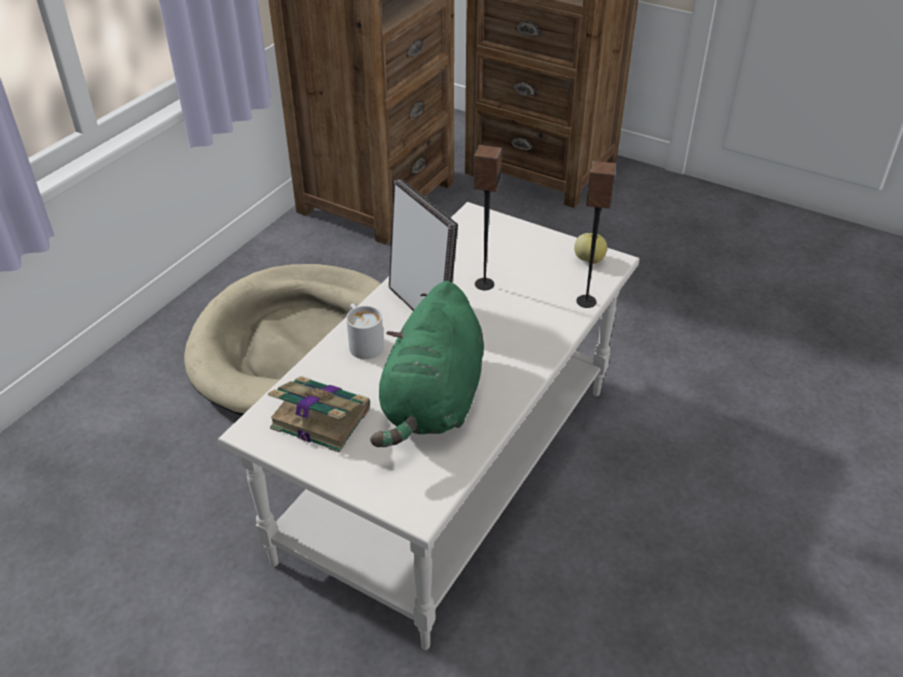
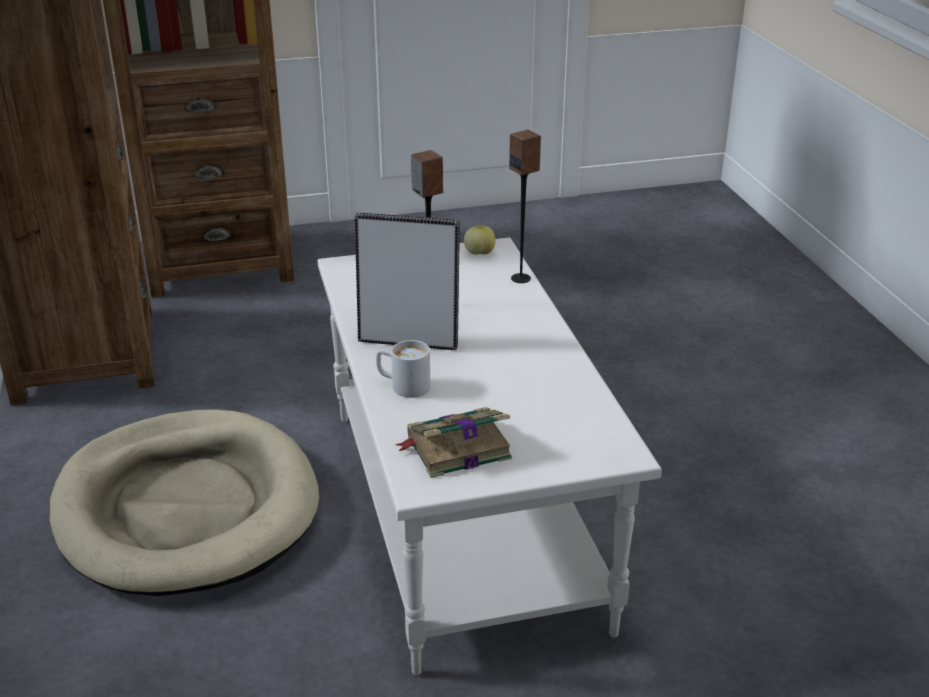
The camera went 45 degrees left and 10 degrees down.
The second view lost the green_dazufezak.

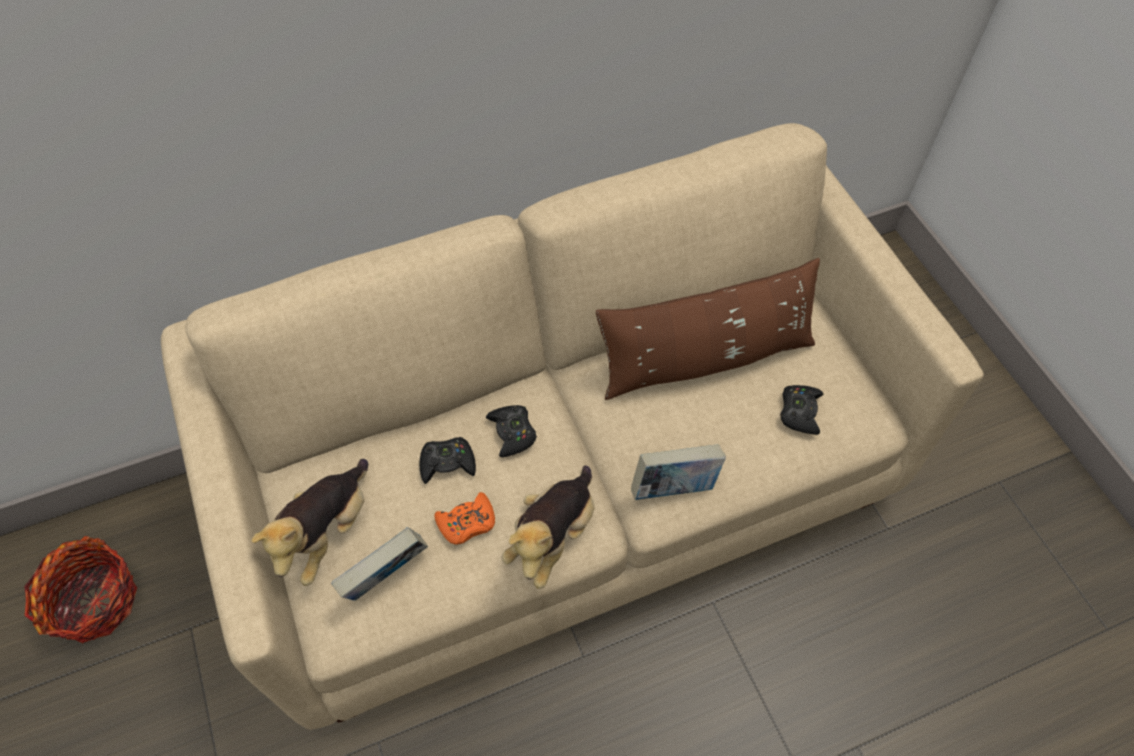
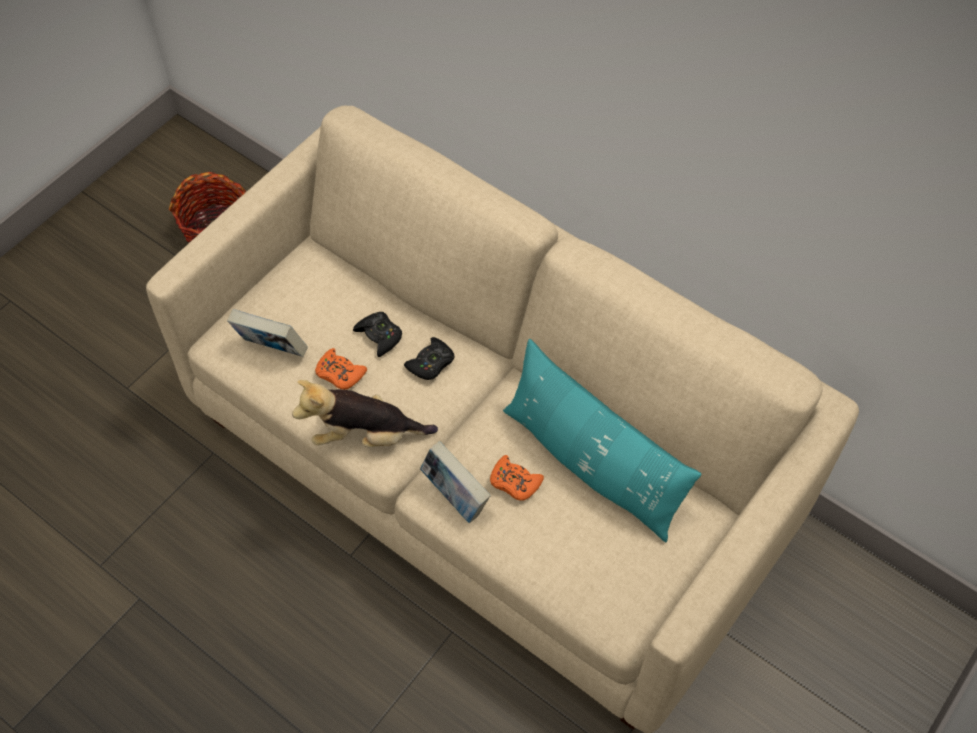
The camera went 60 degrees right and 0 degrees up.
The second view gained the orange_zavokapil (2nd from left).
What was the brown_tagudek turned into the turquoise_tagudek.
The second view lost the dazufezak (1st from left).
The second view lost the black_zavokapil (3rd from left).

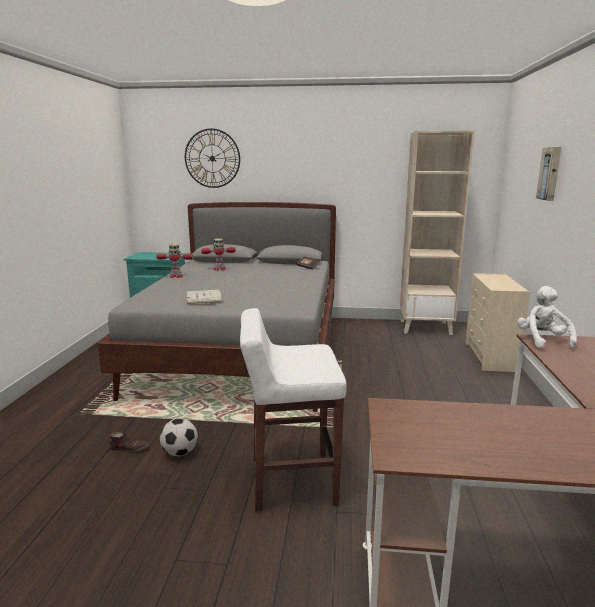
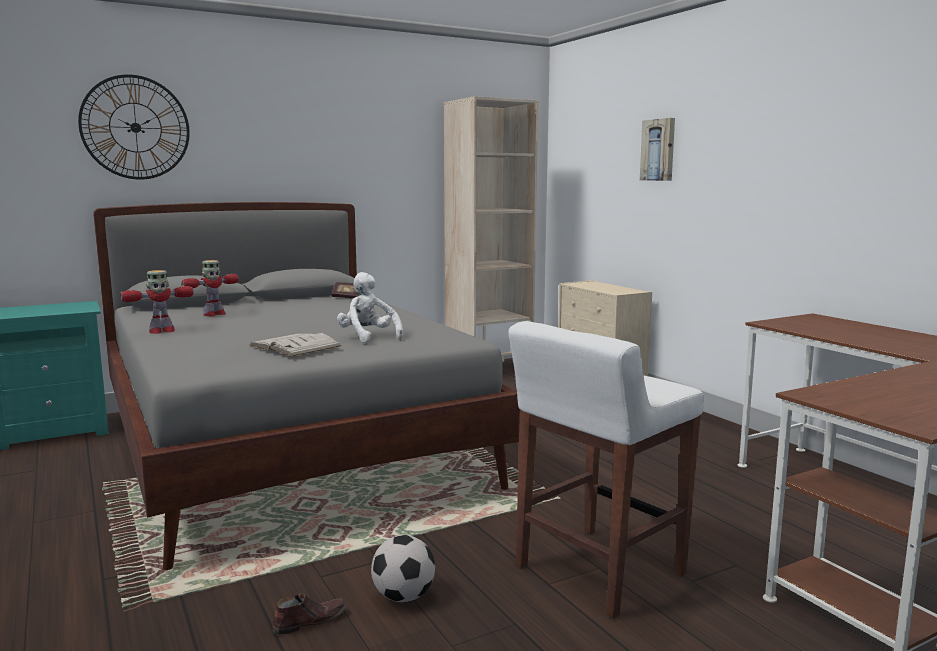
The camera went 35 degrees left and 5 degrees down.
The white_dazufezak ended up elsewhere.

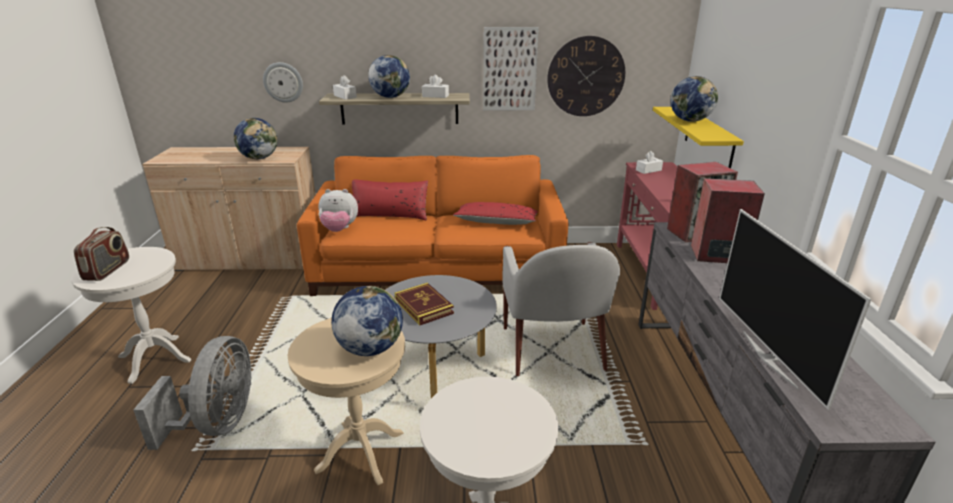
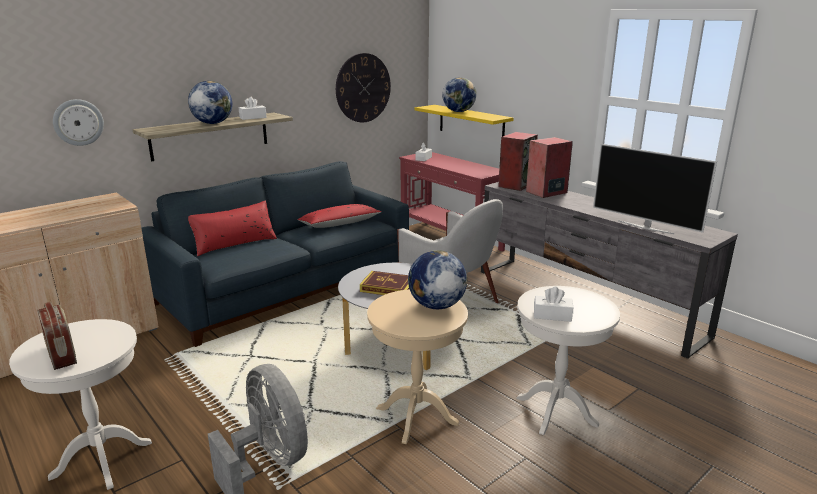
The camera went 40 degrees left and 5 degrees down.
What was the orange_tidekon turned into the blue_tidekon.
The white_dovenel (1st from left in the first image) ended up elsewhere.
The second view lost the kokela (1st from left).
The second view lost the dazufezak.
The second view lost the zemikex.

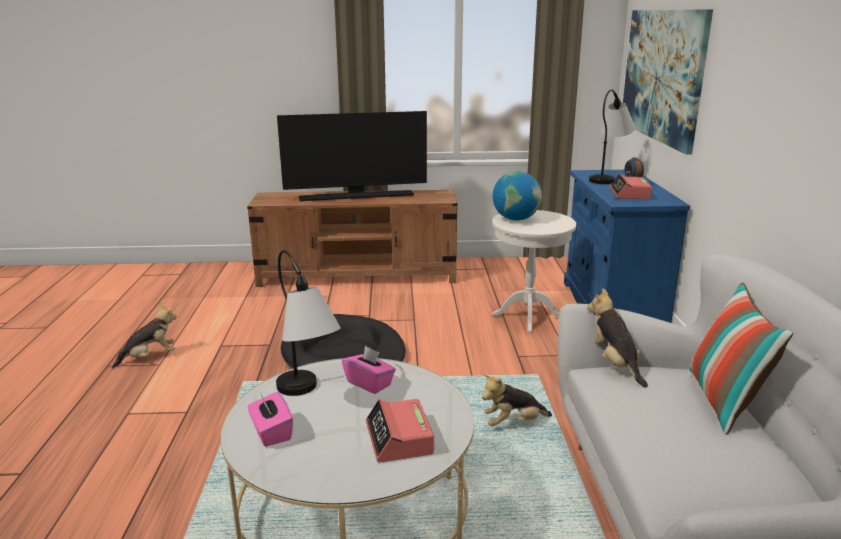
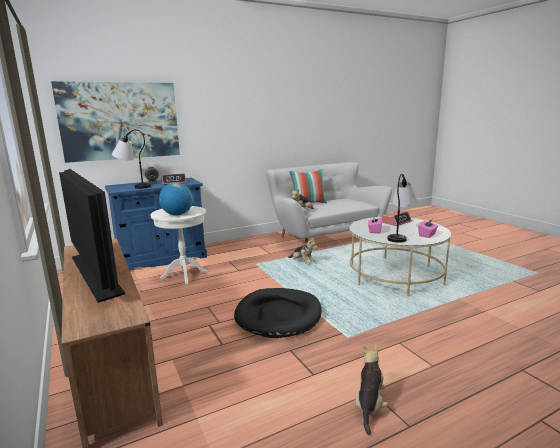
The camera went 115 degrees left and 5 degrees down.
The dazufezak (1st from left in the first image) ended up facing another way, 75 degrees clockwise from before.

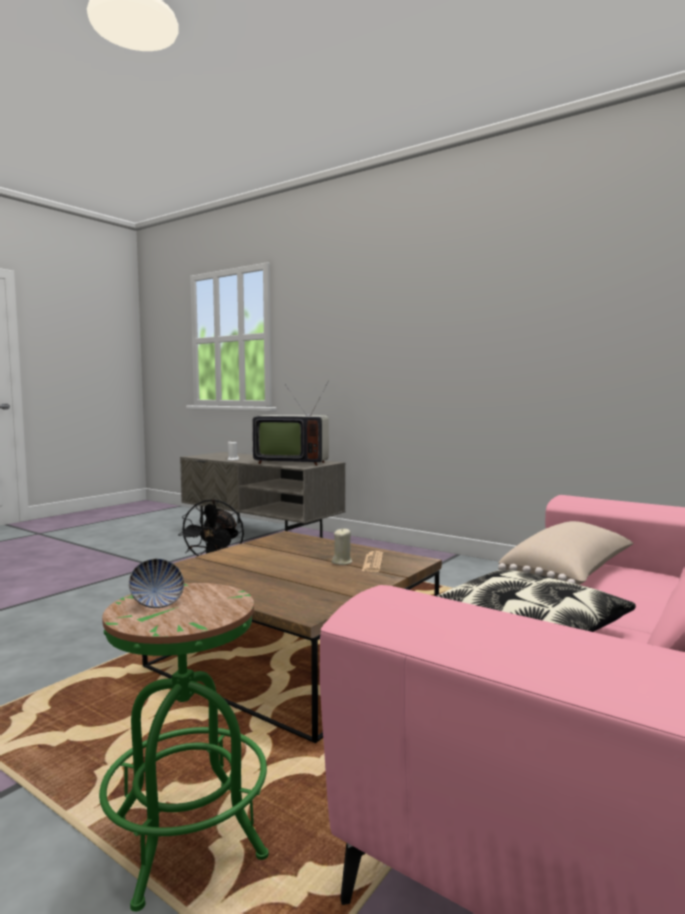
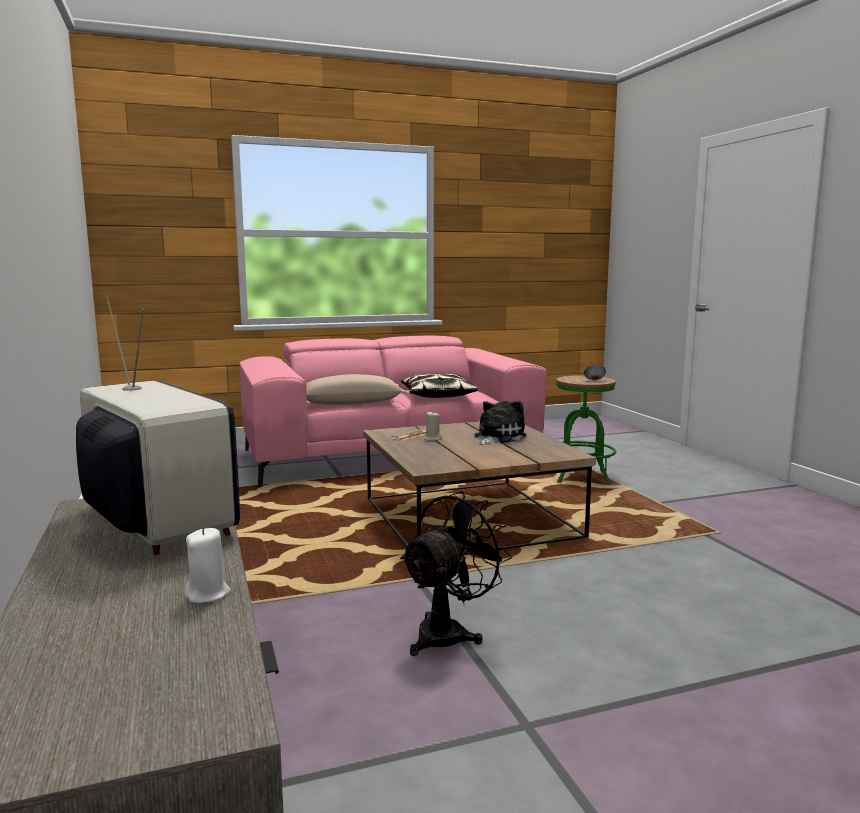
The camera went 145 degrees left and 5 degrees up.
The second view gained the dazufezak.

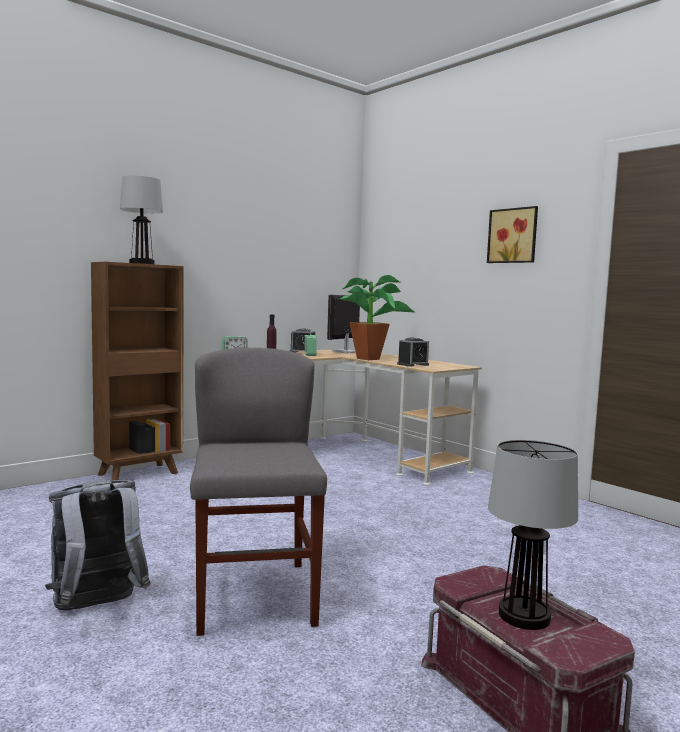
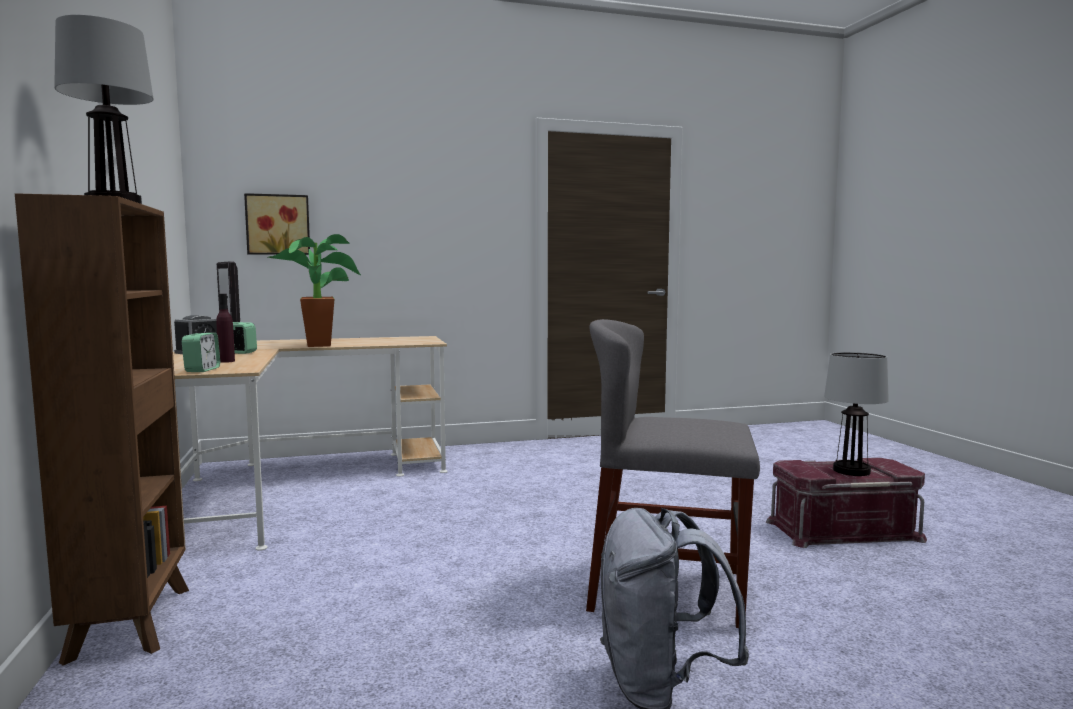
The camera went 65 degrees left and 0 degrees up.
The zemikex ended up elsewhere.
The second view lost the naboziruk (4th from left).

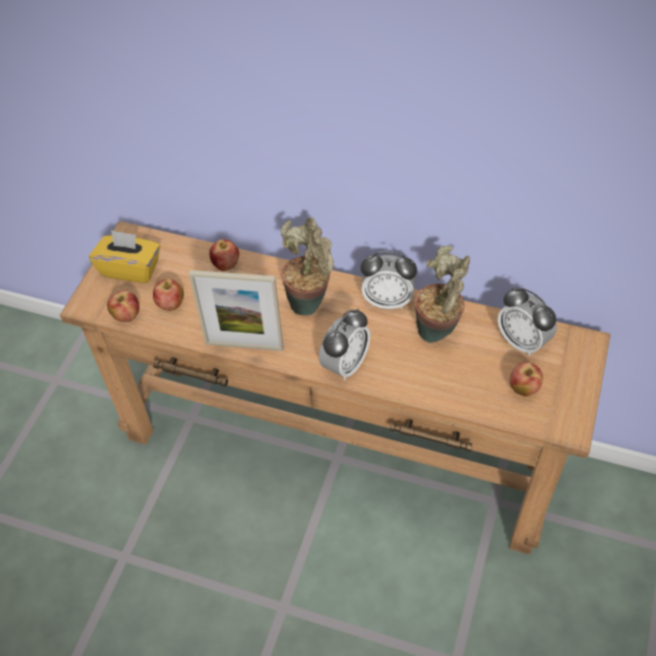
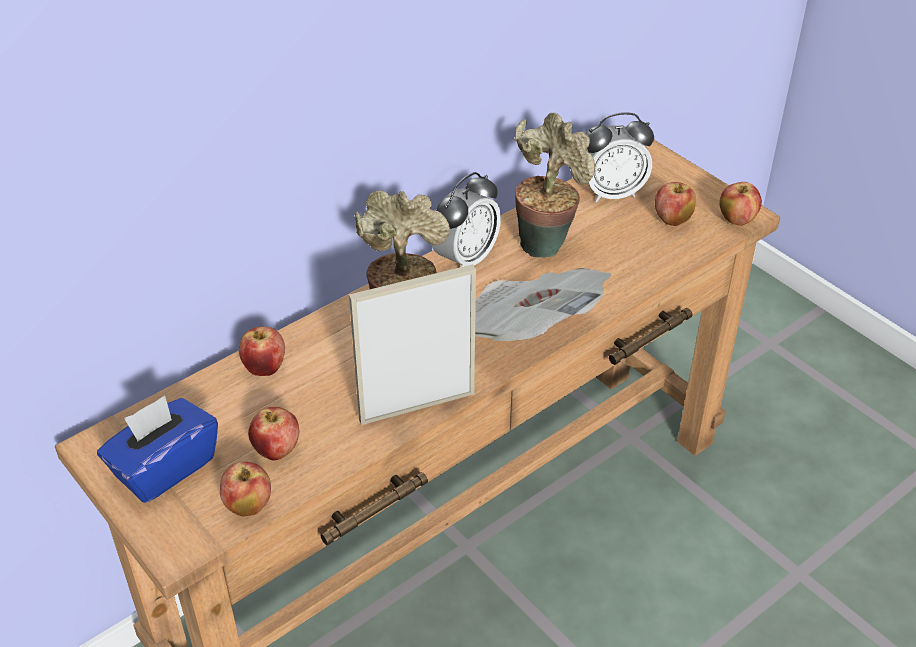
The camera went 60 degrees left and 10 degrees down.
What was the yellow_dovenel turned into the blue_dovenel.
The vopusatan ended up facing another way, 150 degrees counterclockwise from before.
Where the naboziruk (1st from left) stood, the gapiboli came to stand.
The second view gained the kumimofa (5th from left).

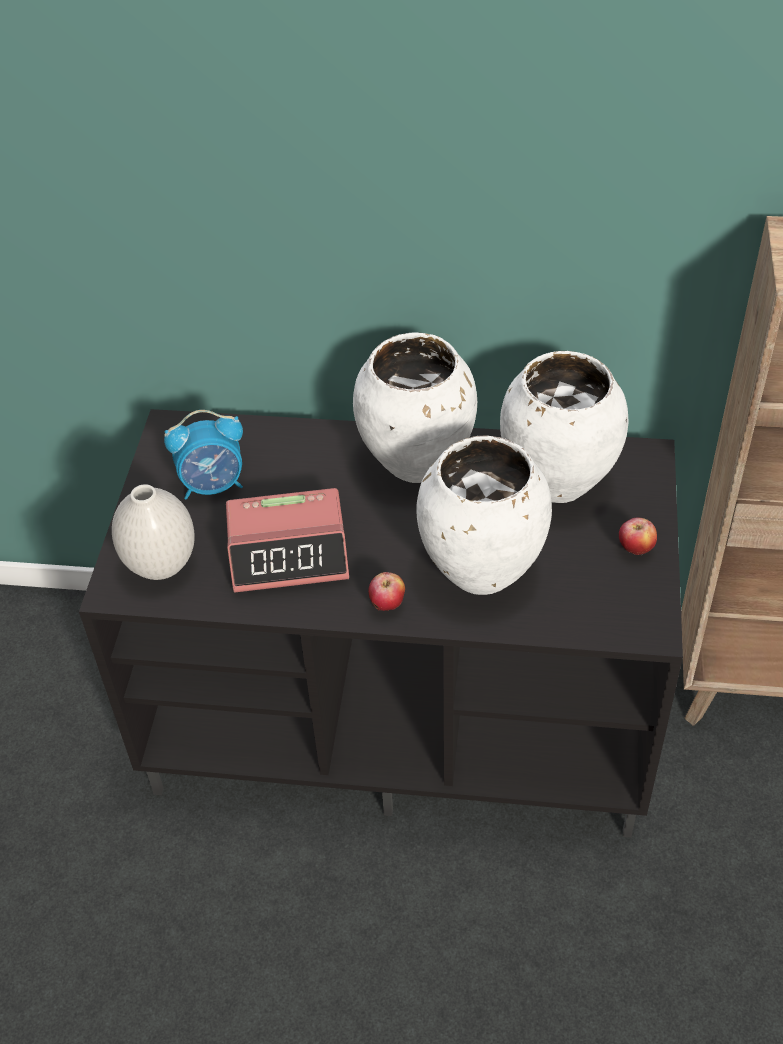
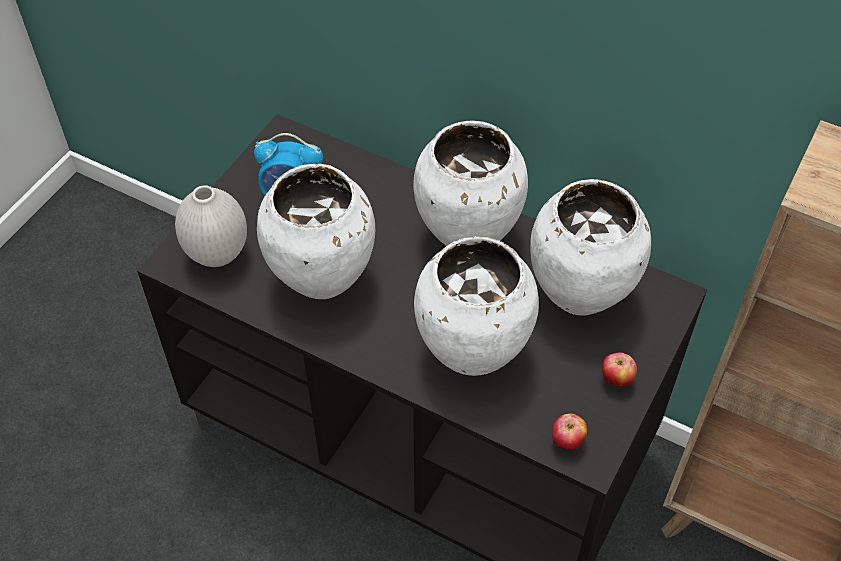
The camera went 20 degrees right and 5 degrees up.
Where the naboziruk (2nd from left) stood, the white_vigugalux (2nd from left) came to stand.
The kumimofa (1st from left) ended up elsewhere.

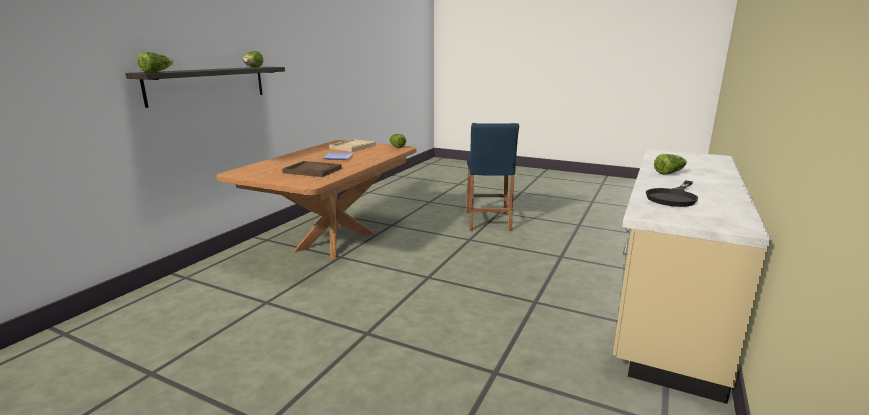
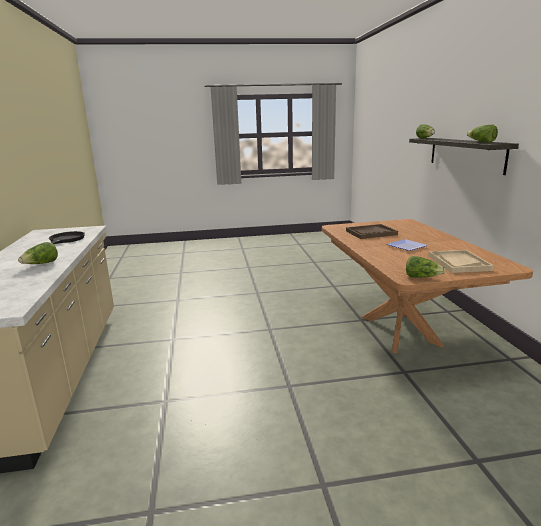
The camera went 145 degrees right and 0 degrees up.
The second view lost the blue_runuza.

